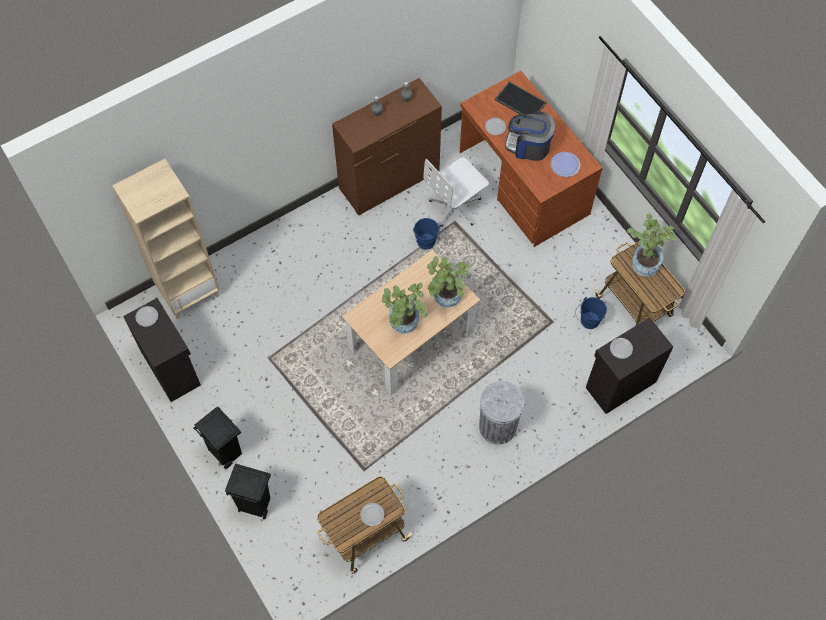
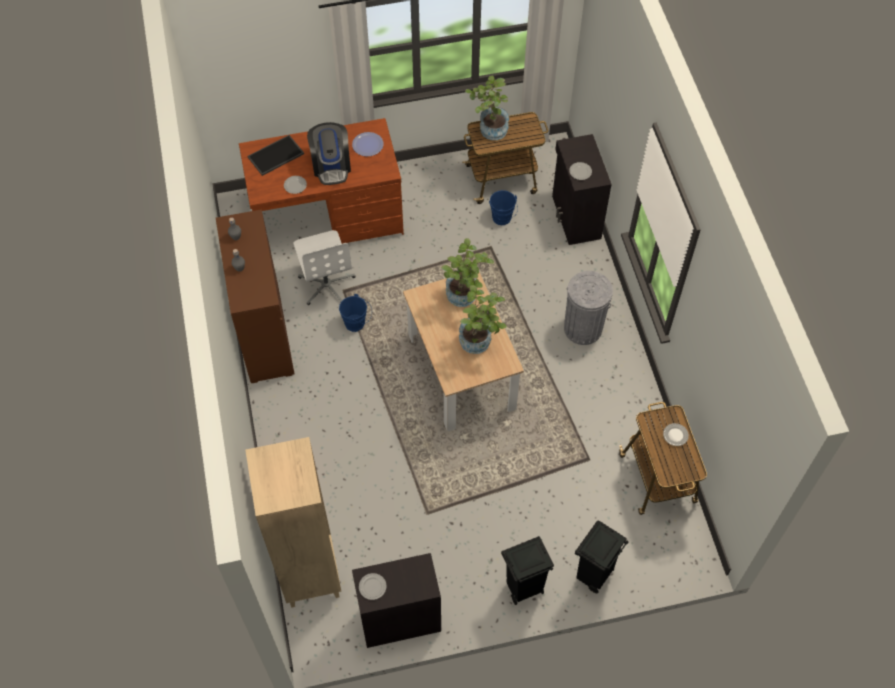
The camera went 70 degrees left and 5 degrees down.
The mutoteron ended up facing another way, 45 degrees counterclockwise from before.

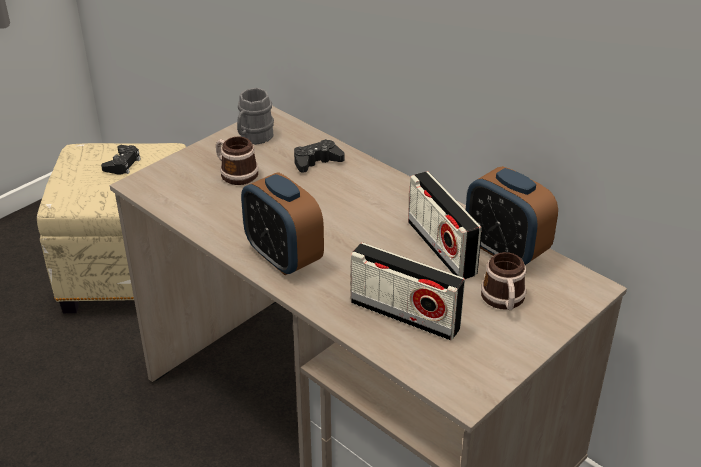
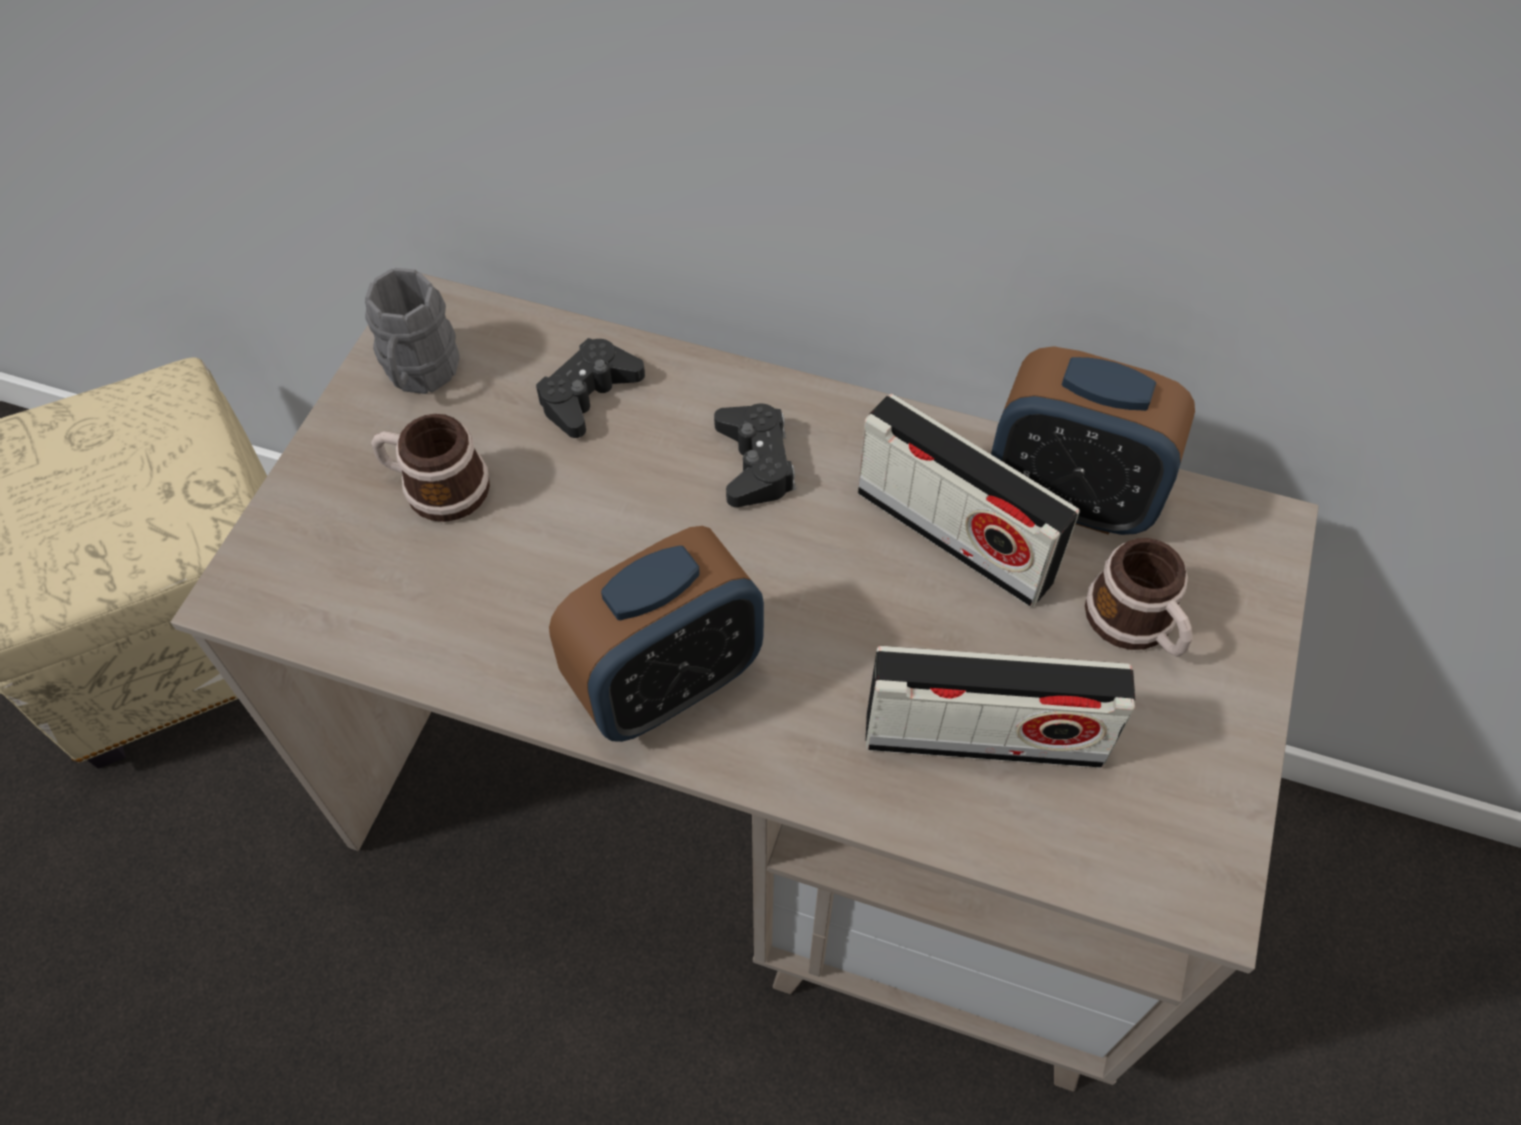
The camera went 25 degrees left and 20 degrees up.
The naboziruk (1st from left) ended up facing another way, 60 degrees counterclockwise from before.
The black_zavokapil (1st from left in the first image) ended up elsewhere.

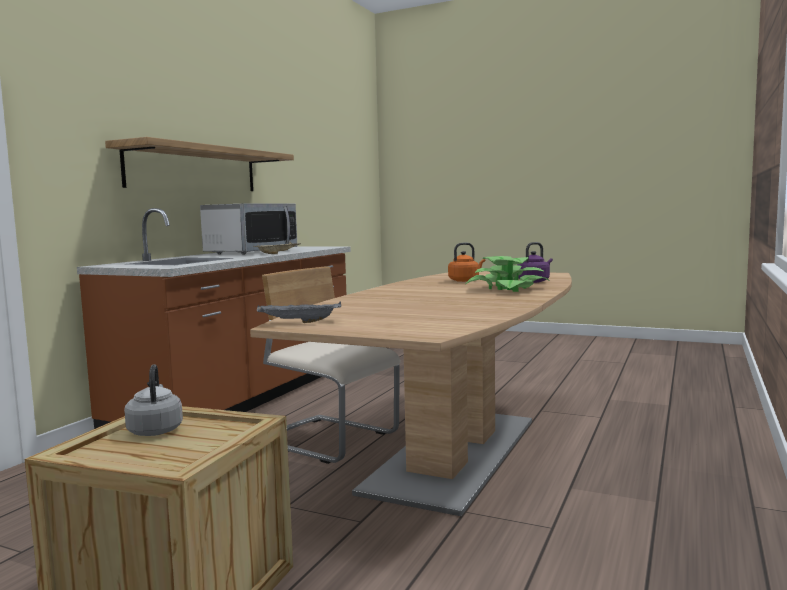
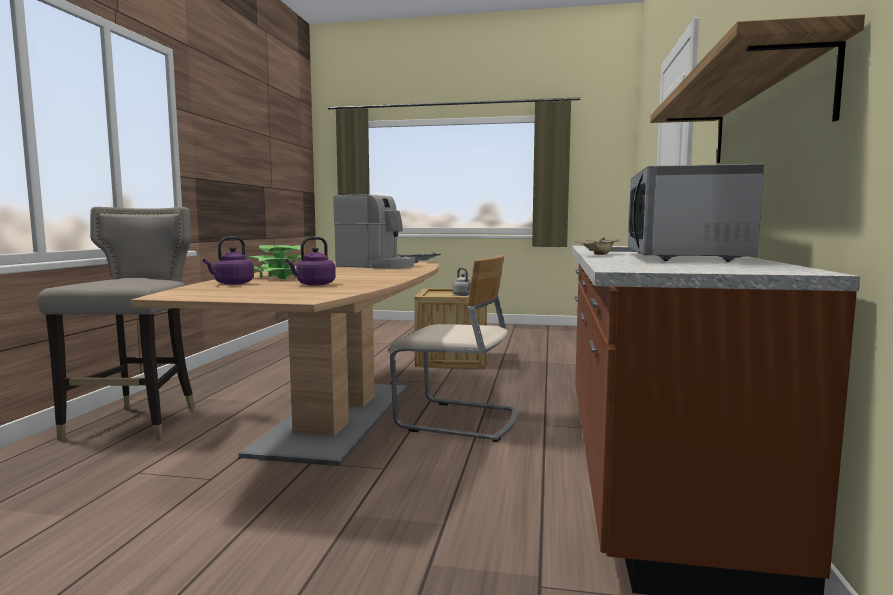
The camera went 165 degrees right and 0 degrees up.
The second view gained the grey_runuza.
What was the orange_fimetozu turned into the purple_fimetozu (2nd from left).
The second view gained the mutoteron.

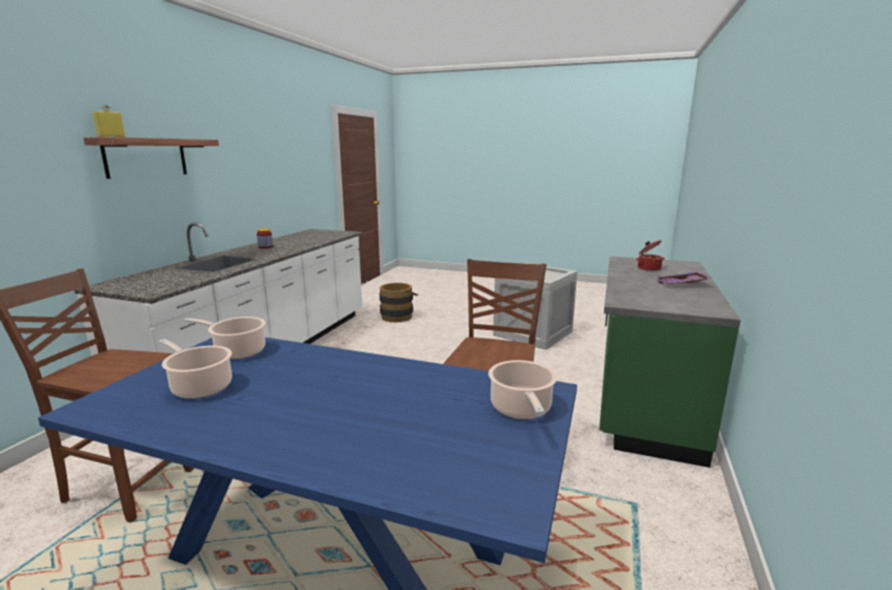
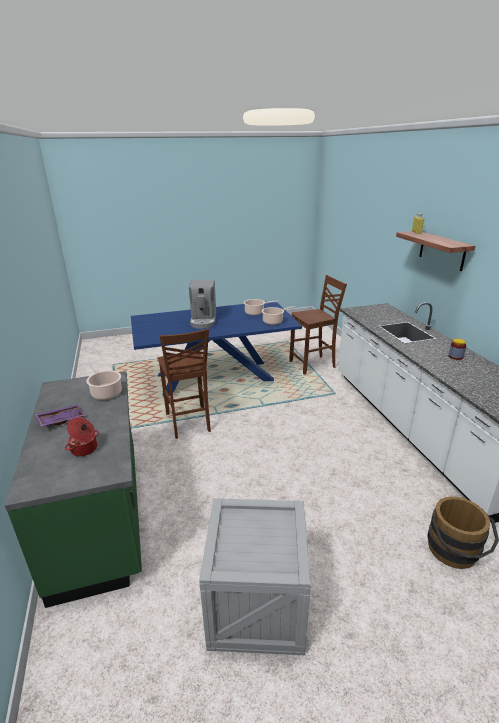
The camera went 145 degrees right and 10 degrees up.
The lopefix (3rd from left in the first image) ended up elsewhere.
The second view gained the mutoteron.

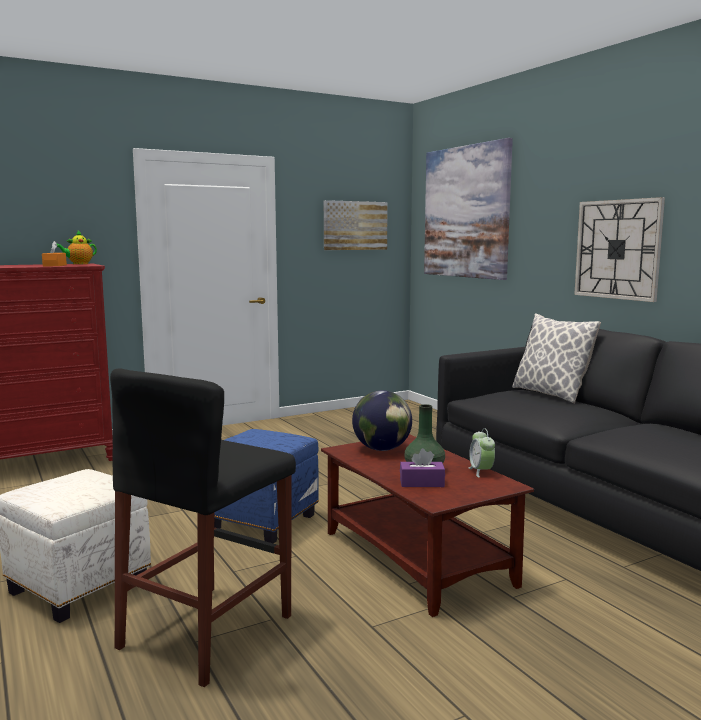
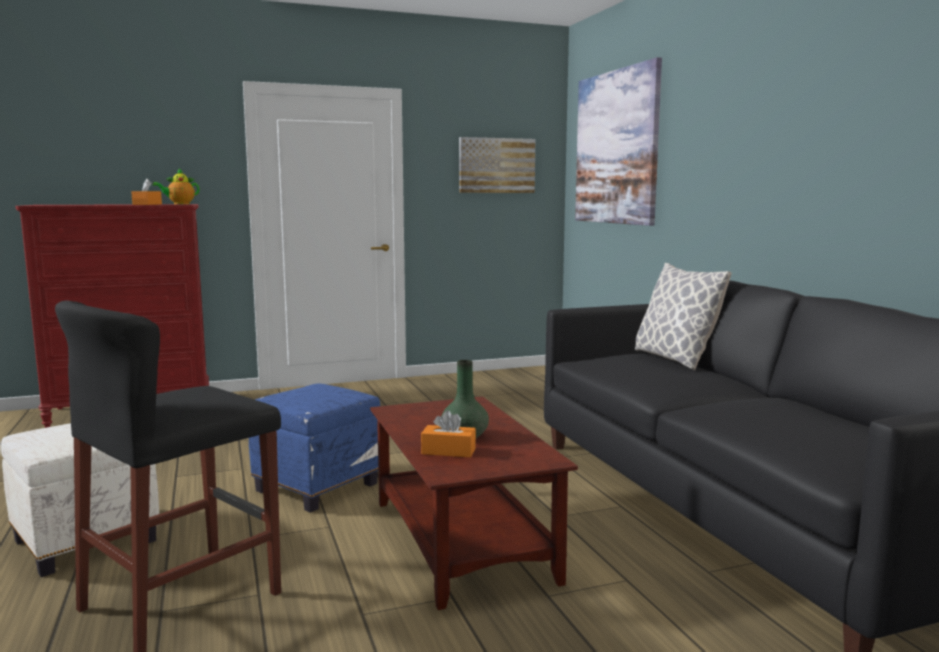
The camera went 10 degrees right and 0 degrees up.
What was the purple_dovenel turned into the orange_dovenel (2nd from left).
The second view lost the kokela.
The second view lost the naboziruk.
The second view lost the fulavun.

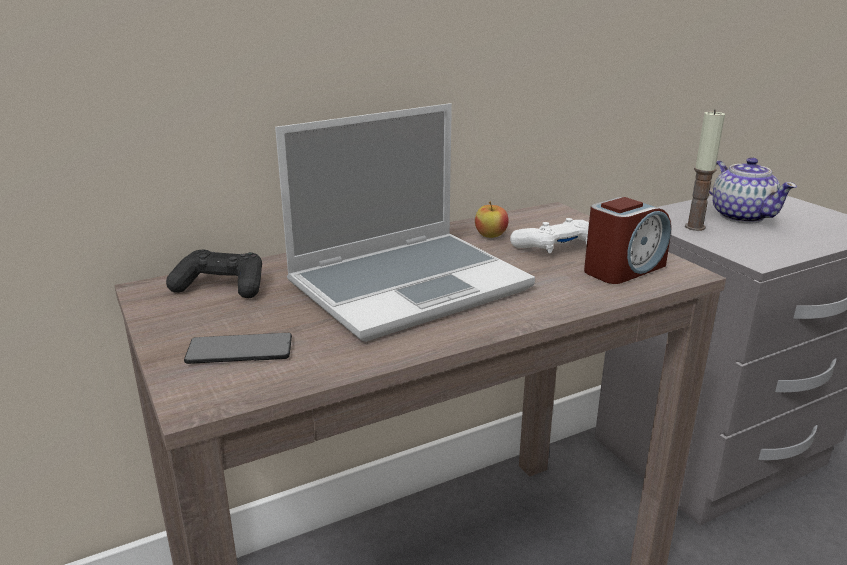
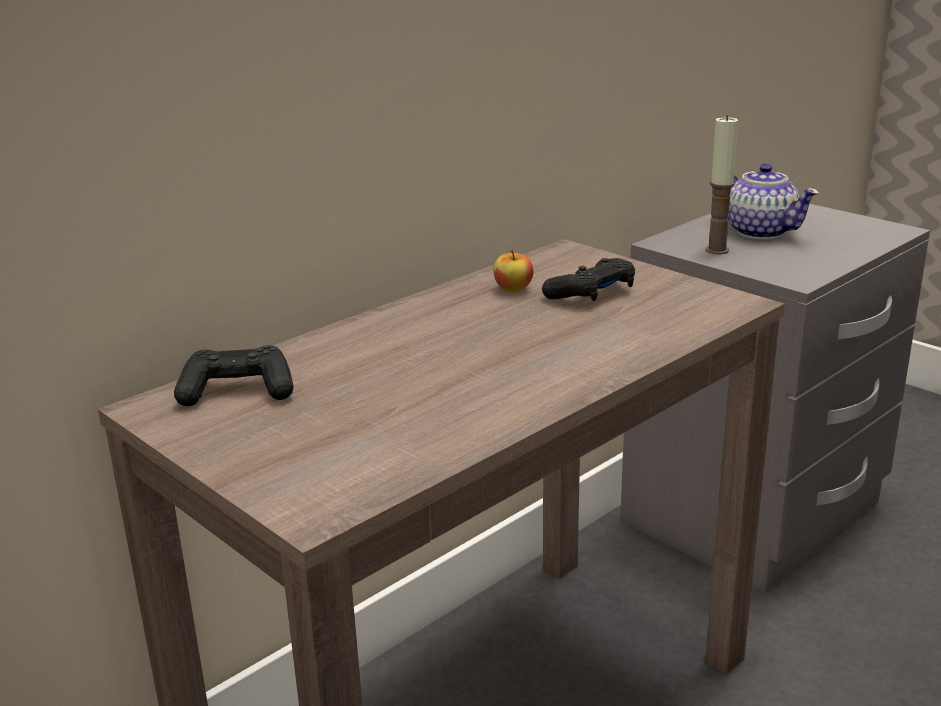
The camera went 15 degrees left and 0 degrees up.
What was the white_zavokapil turned into the black_zavokapil (2nd from left).
The second view lost the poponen.
The second view lost the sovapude.
The second view lost the naboziruk.

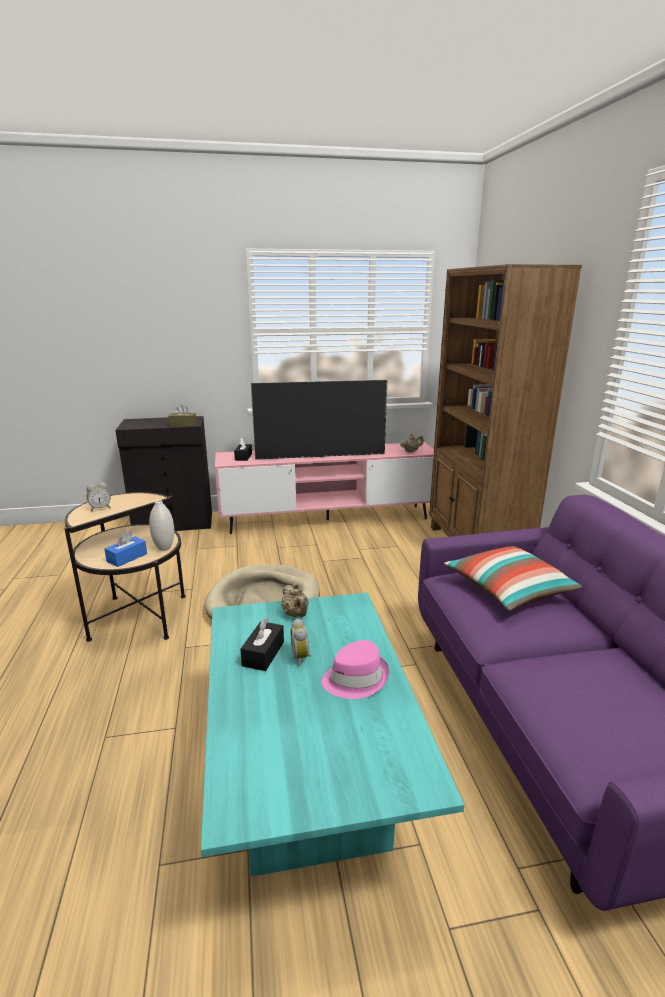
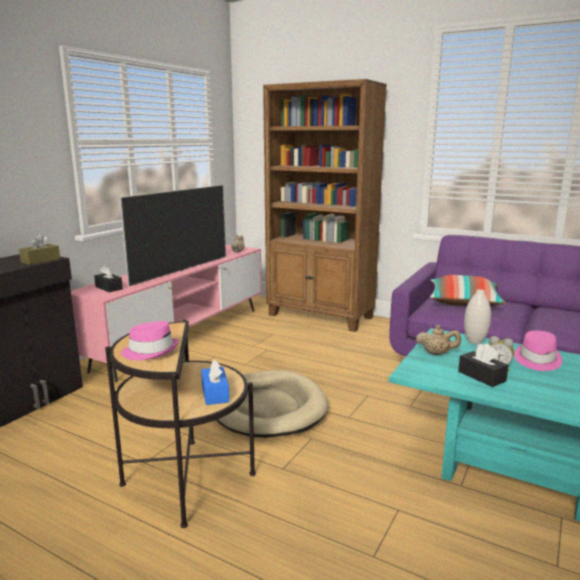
The camera went 50 degrees left and 5 degrees down.
Where the naboziruk (1st from left) stood, the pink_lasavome (1st from left) came to stand.
The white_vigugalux ended up elsewhere.

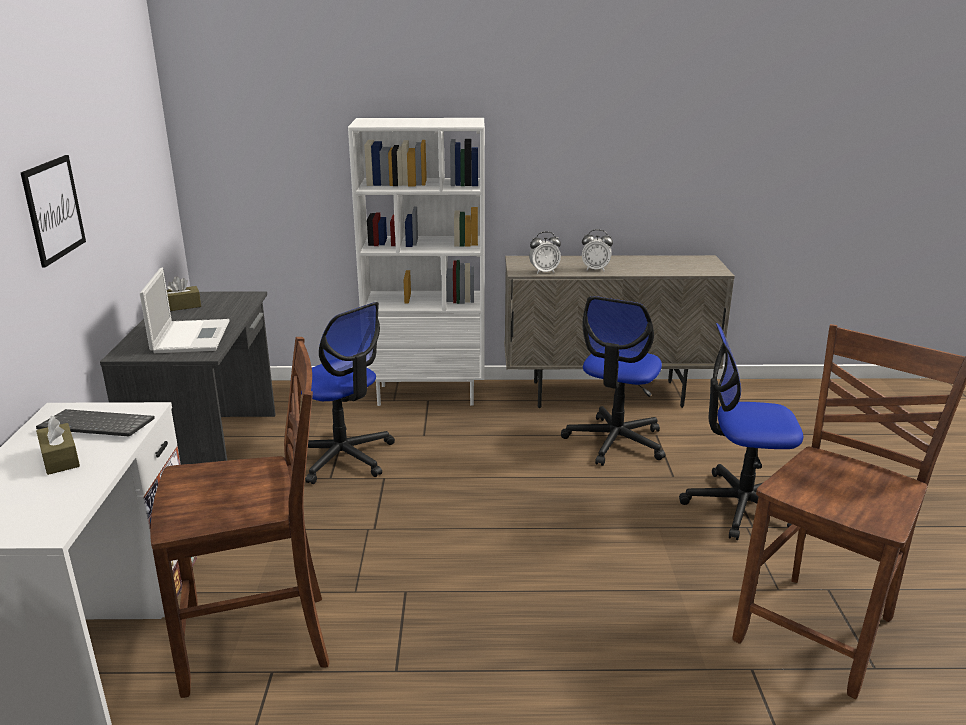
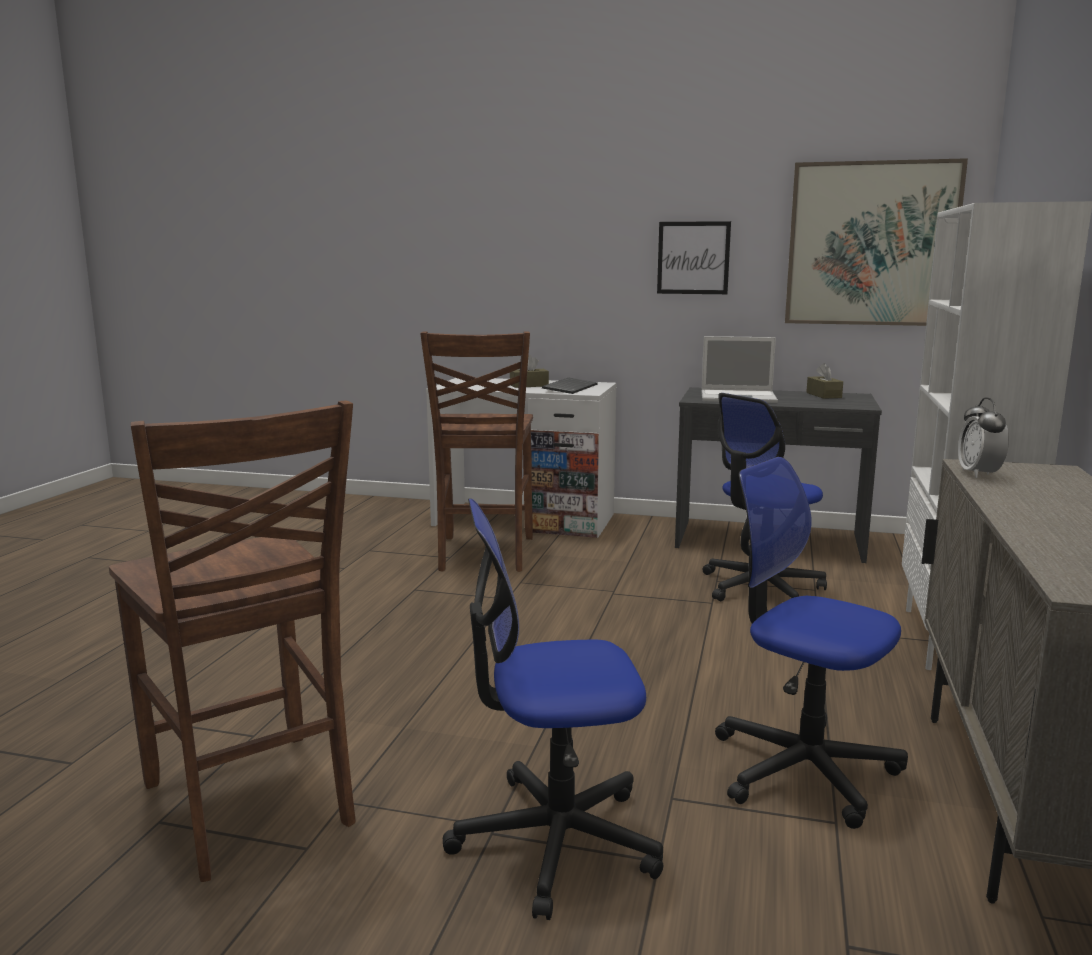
The camera went 105 degrees right and 10 degrees down.
The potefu (3rd from left in the first image) ended up facing another way, 120 degrees counterclockwise from before.
The second view gained the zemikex (2nd from left).
The second view lost the naboziruk (2nd from left).

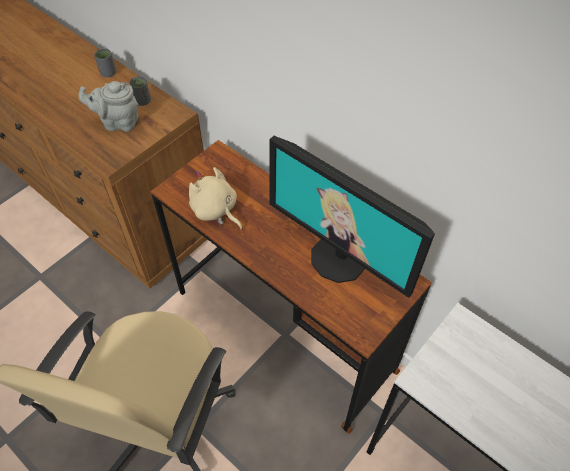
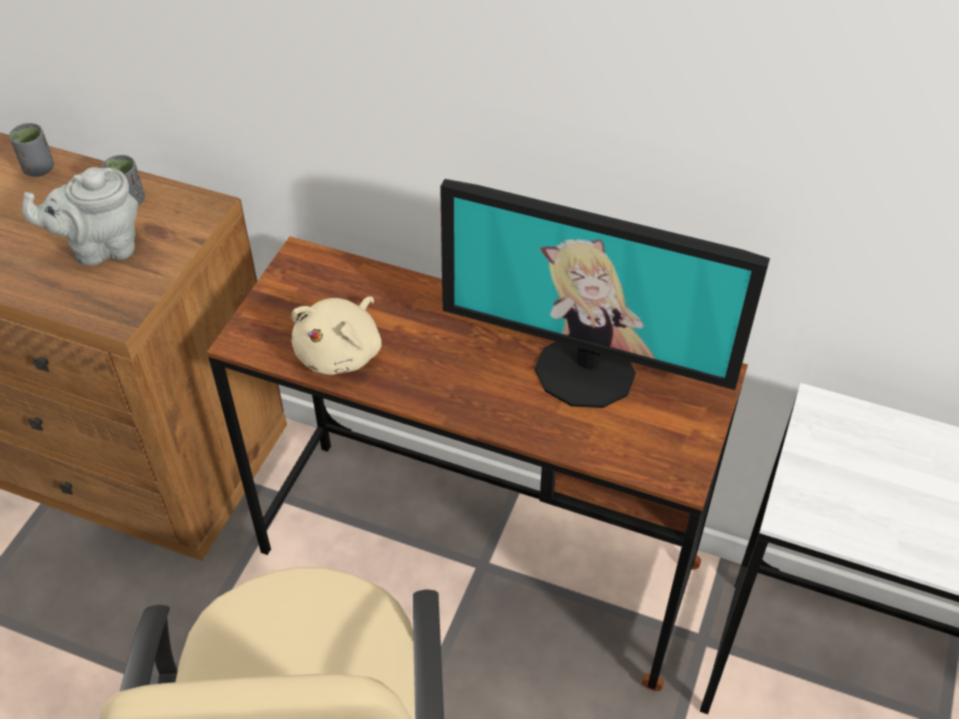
The camera went 20 degrees left and 5 degrees down.
The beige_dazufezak ended up facing another way, 90 degrees counterclockwise from before.

